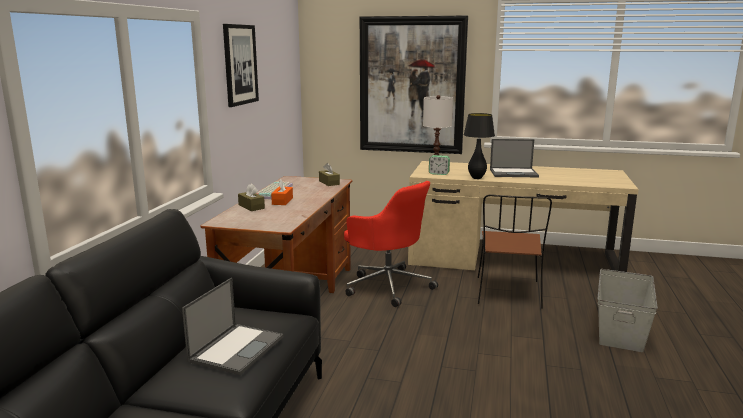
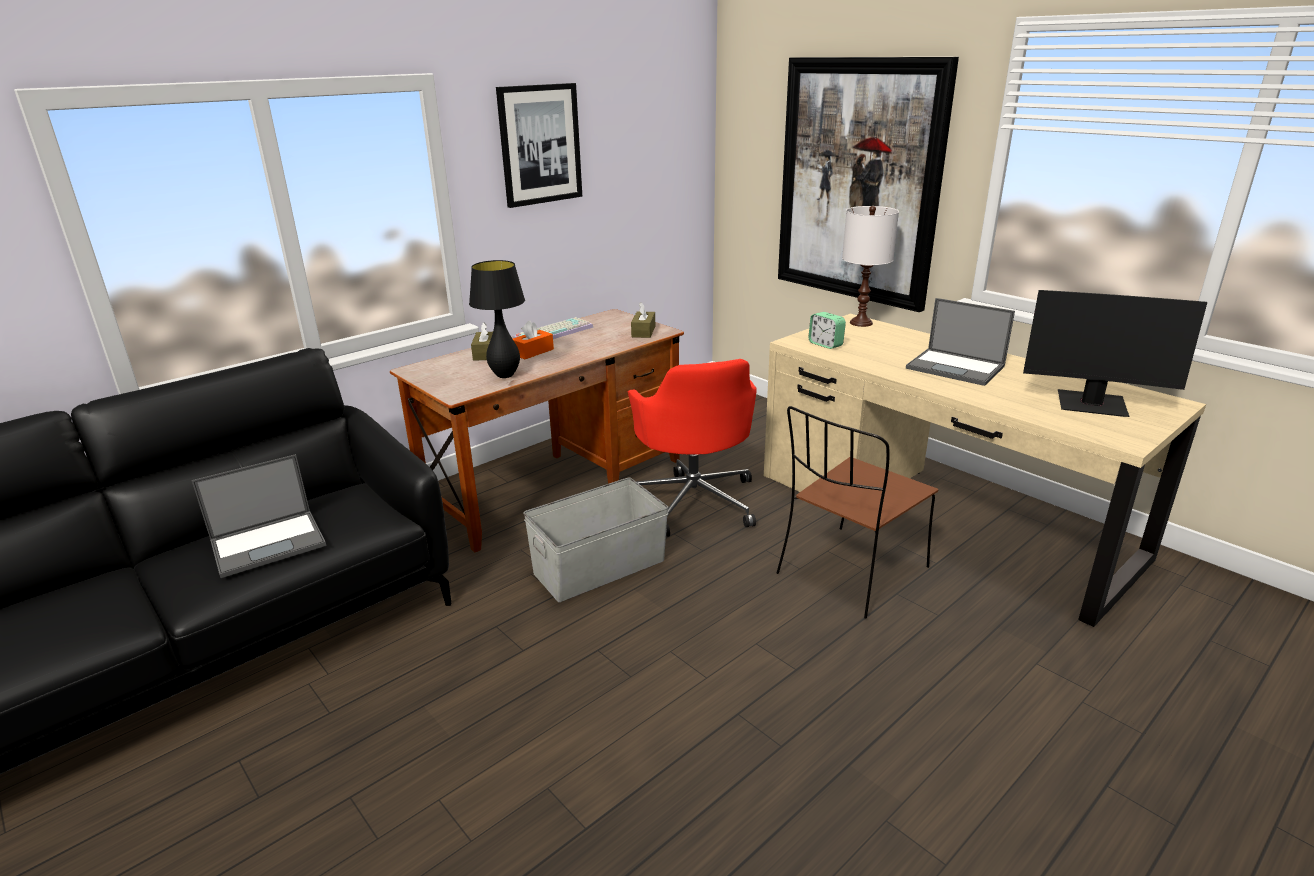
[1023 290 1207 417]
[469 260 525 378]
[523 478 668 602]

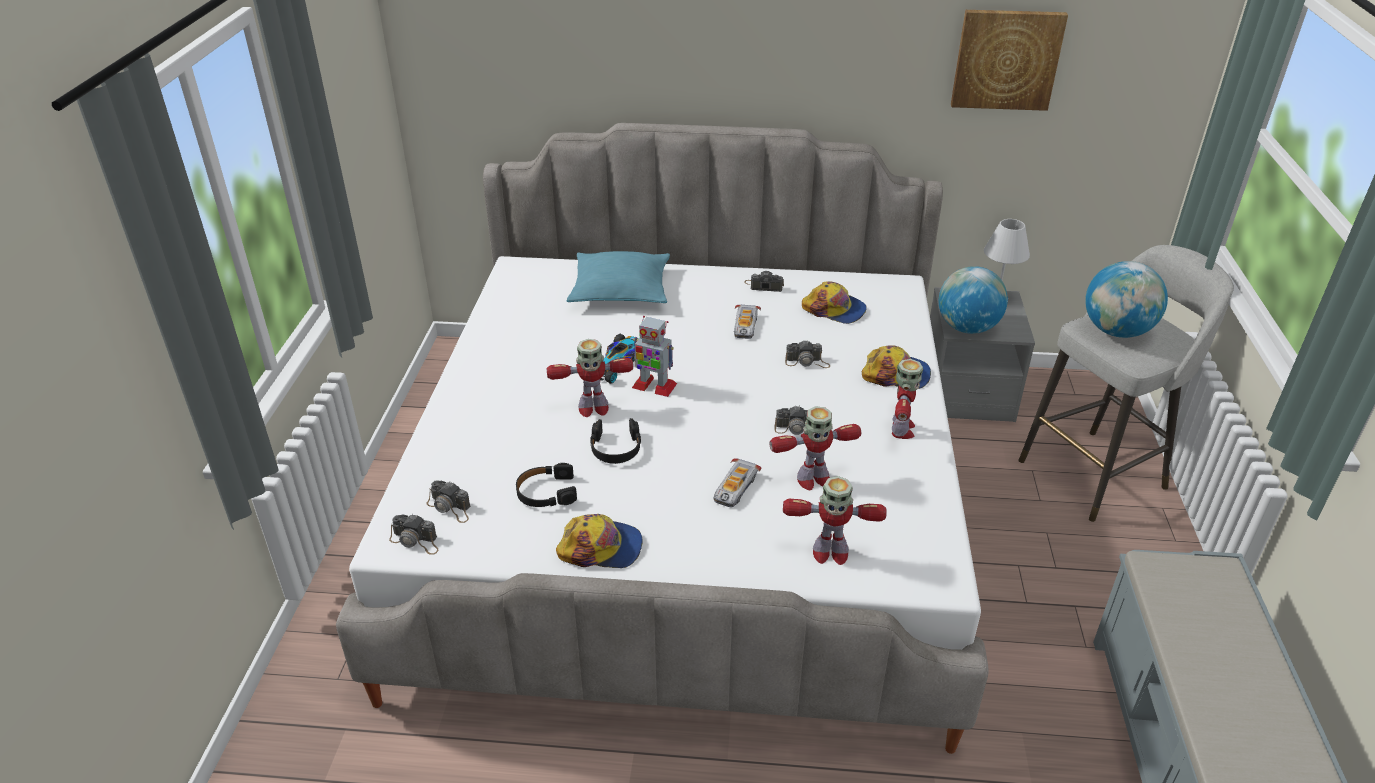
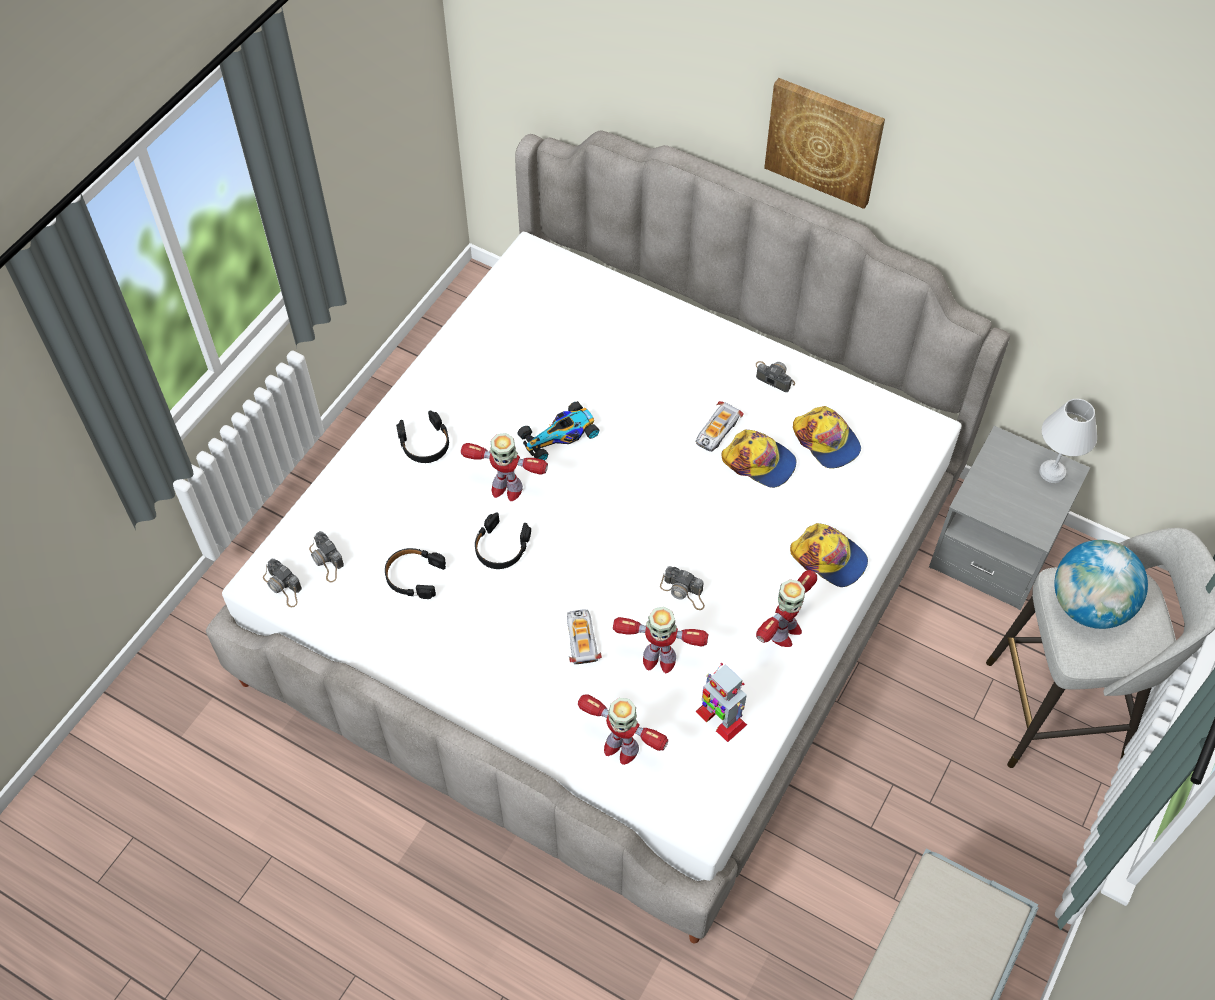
[567 251 670 303] (first image)
[785 340 830 368] (first image)
[939 266 1008 334] (first image)
[396 410 449 463]
[722 430 796 488]
[696 663 747 742]
[764 78 885 209]
[567 610 602 664]

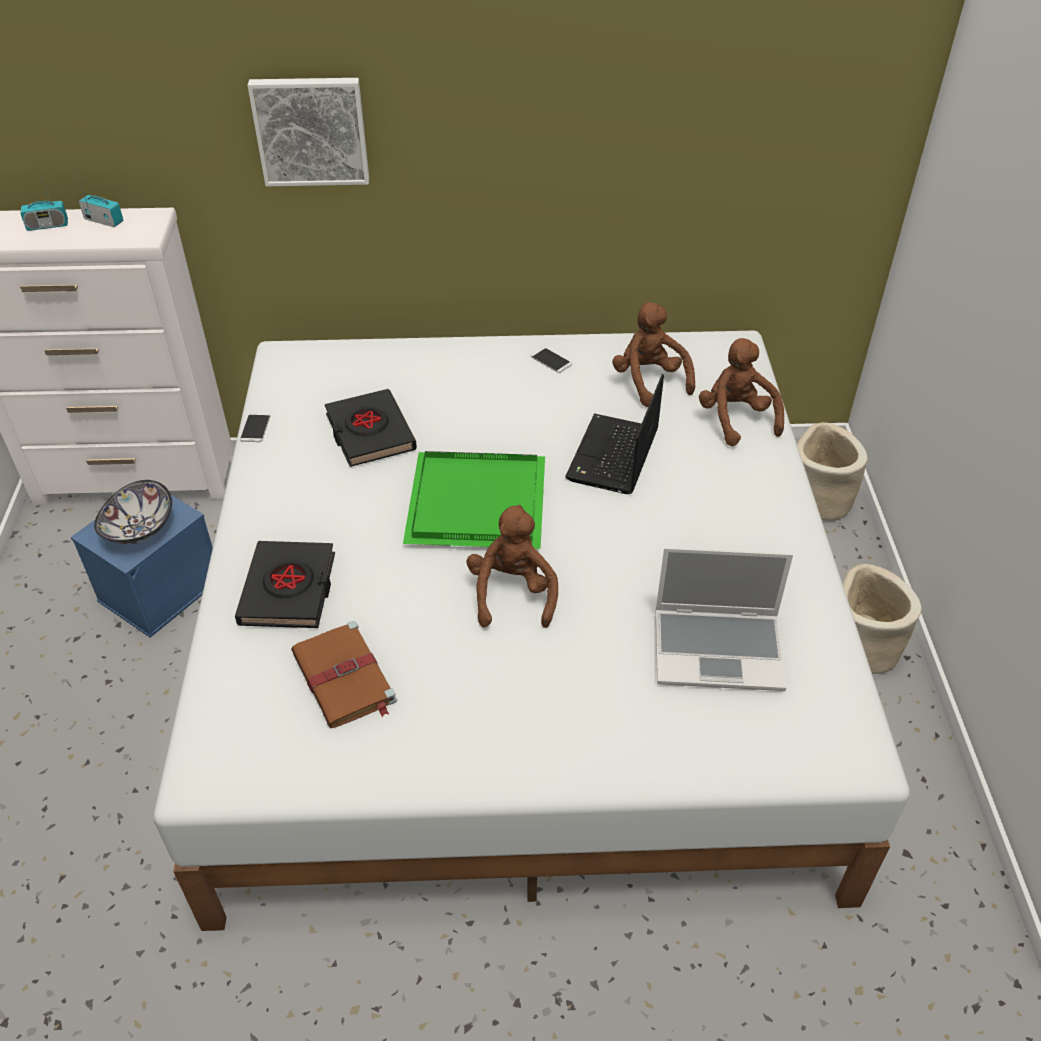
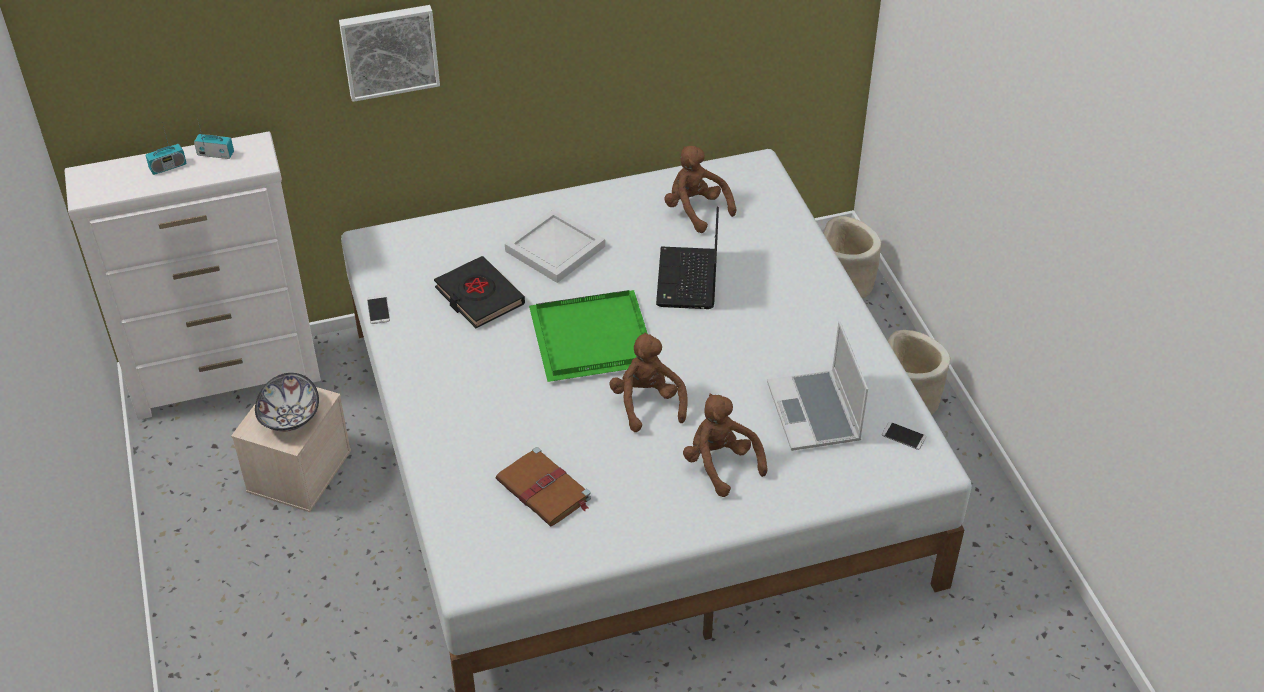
[235 541 335 628] (first image)
[505 209 605 283]
[882 422 926 450]
[683 393 767 497]
[231 375 351 512]
[767 321 868 451]

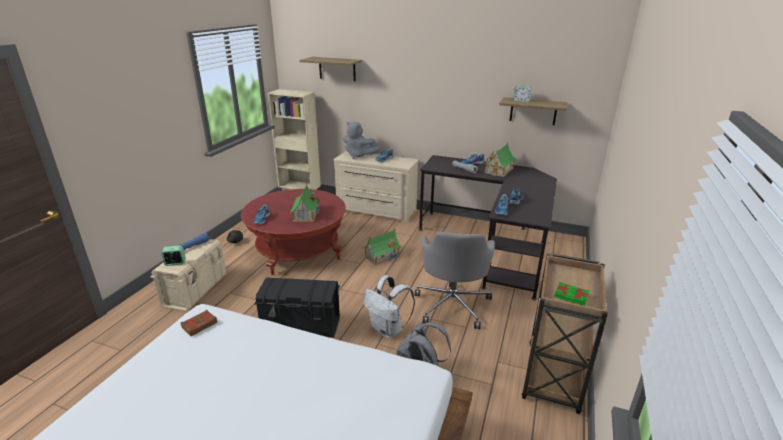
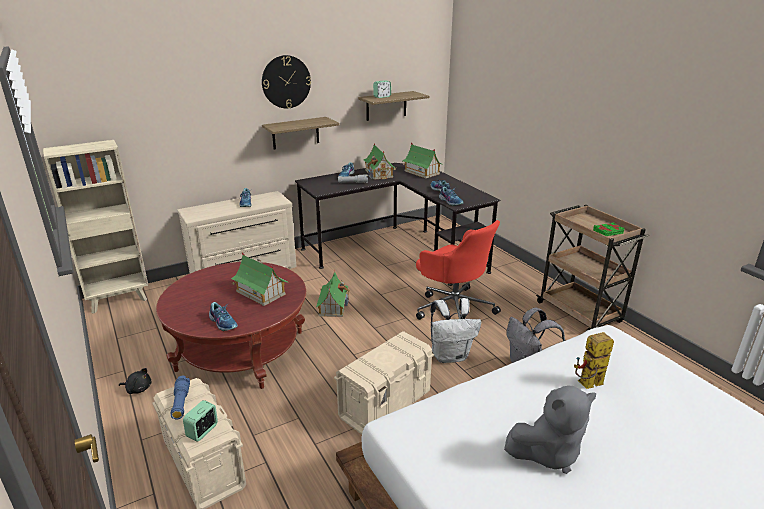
[181 310 217 336] (first image)
[262 55 311 108]
[402 142 443 178]
[574 332 614 389]
[262 117 339 149]
[504 386 596 474]
[334 331 434 435]
[416 220 501 320]

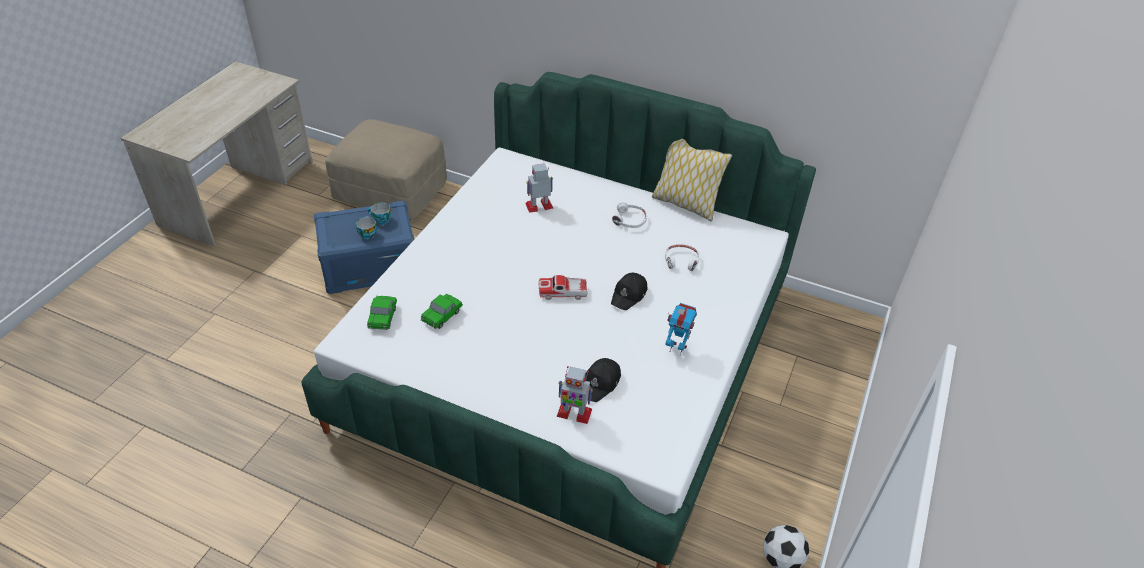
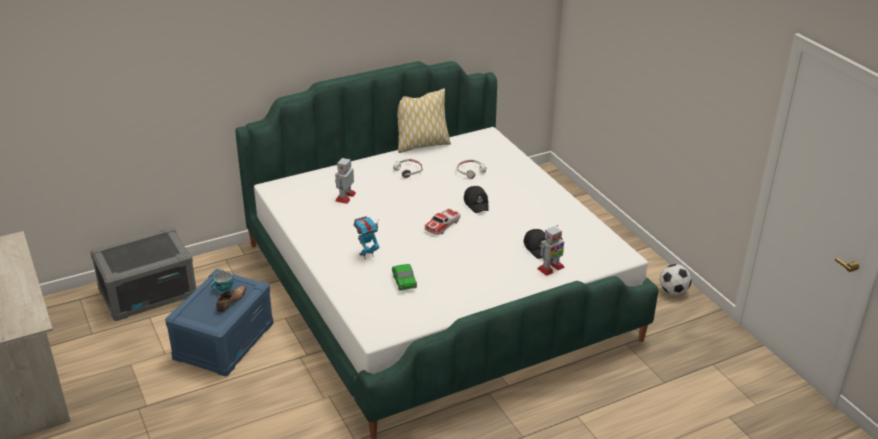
[367 296 397 330] (first image)
[354 216 379 259]
[90 227 197 321]
[216 286 247 313]

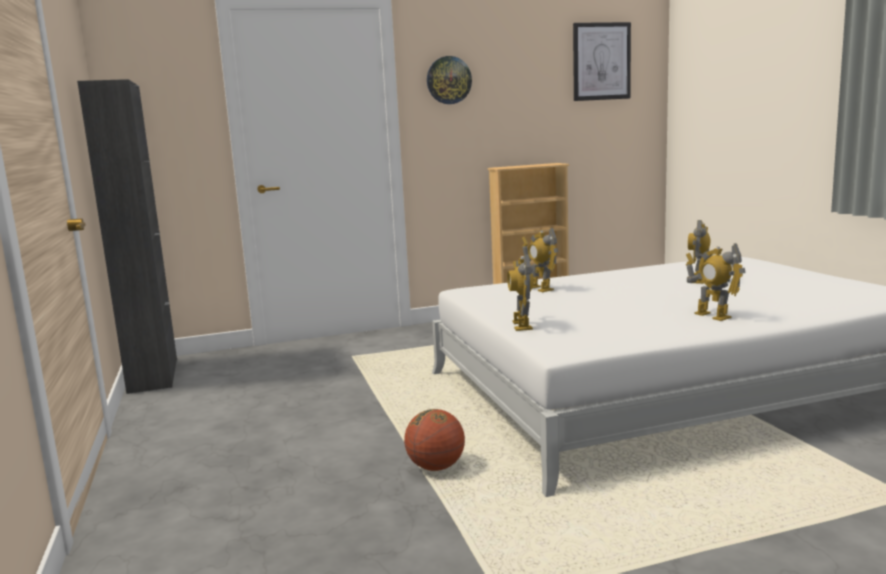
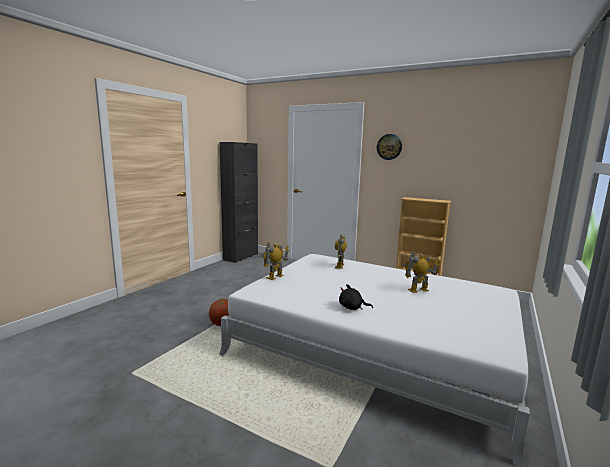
[573 22 631 101] (first image)
[339 284 373 310]

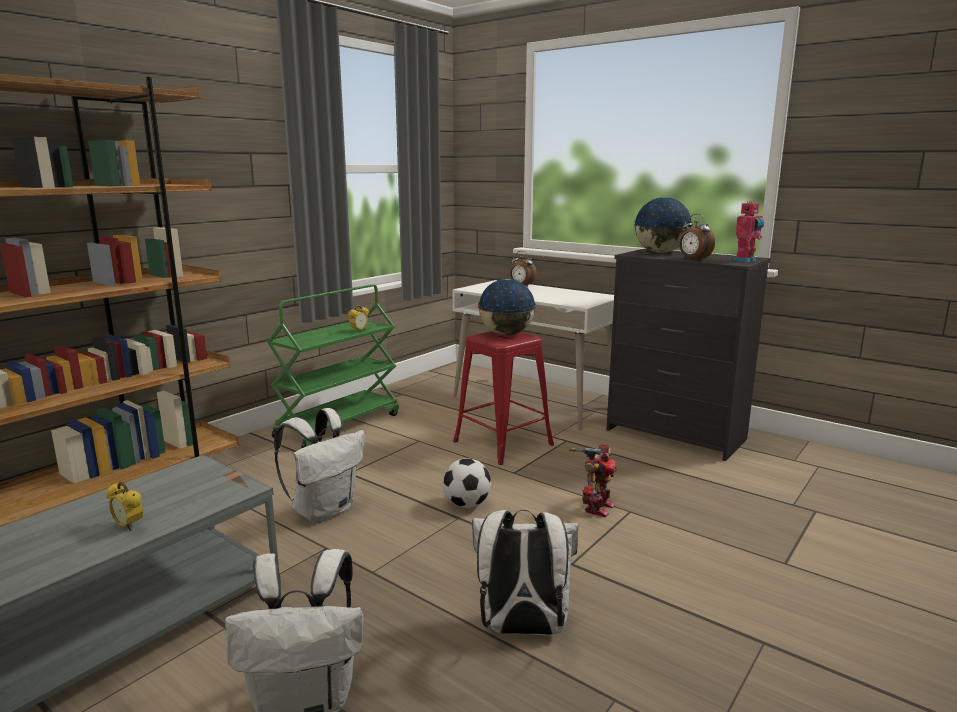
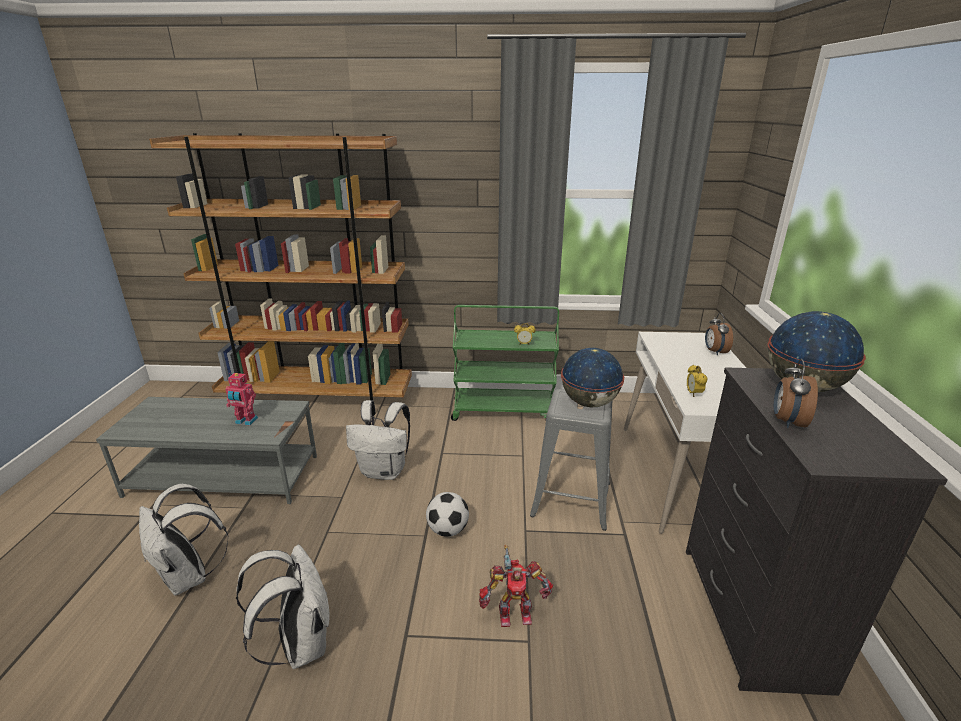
[687 365 708 397]
[226 373 258 425]
[530 389 613 531]

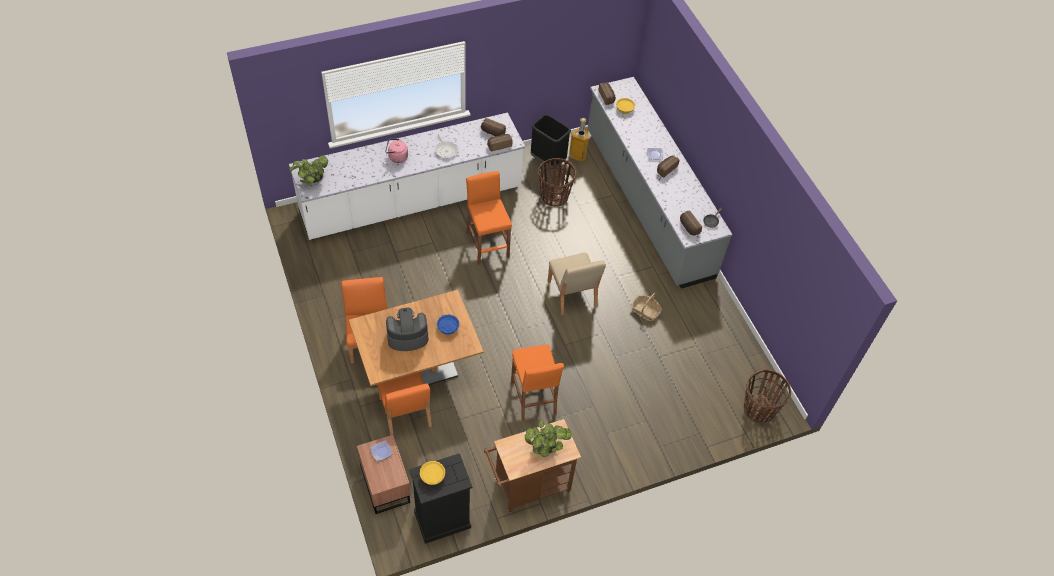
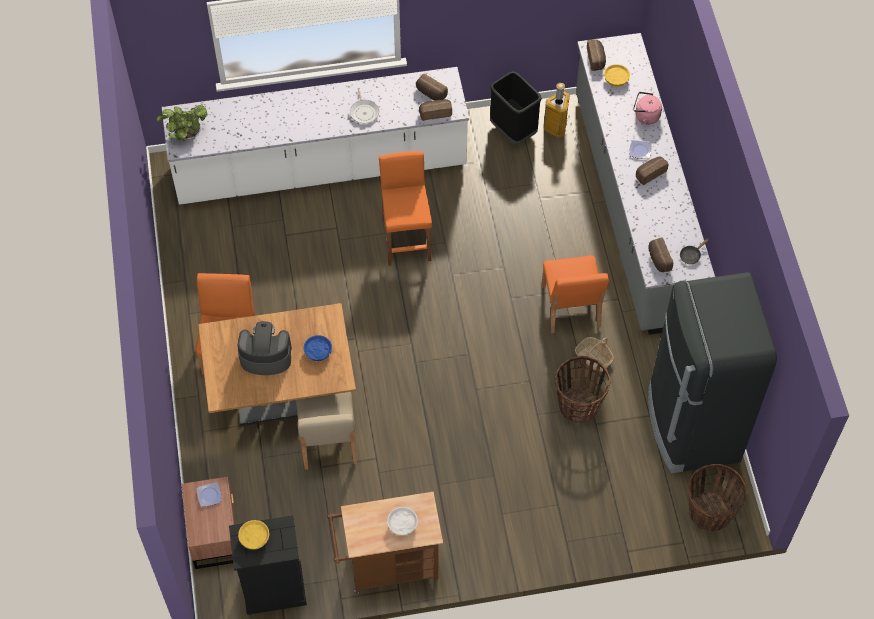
[511 345 564 422] (first image)
[648 272 777 473]
[542 255 609 333]
[633 92 662 125]
[555 356 611 423]
[296 392 357 470]
[387 507 418 536]

